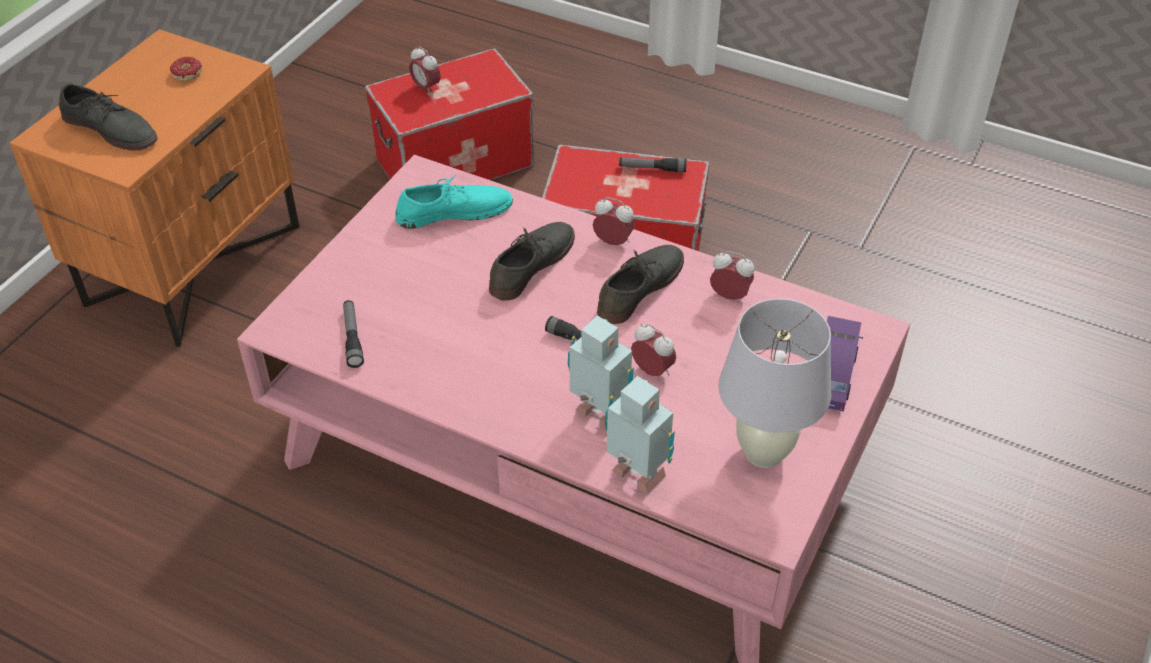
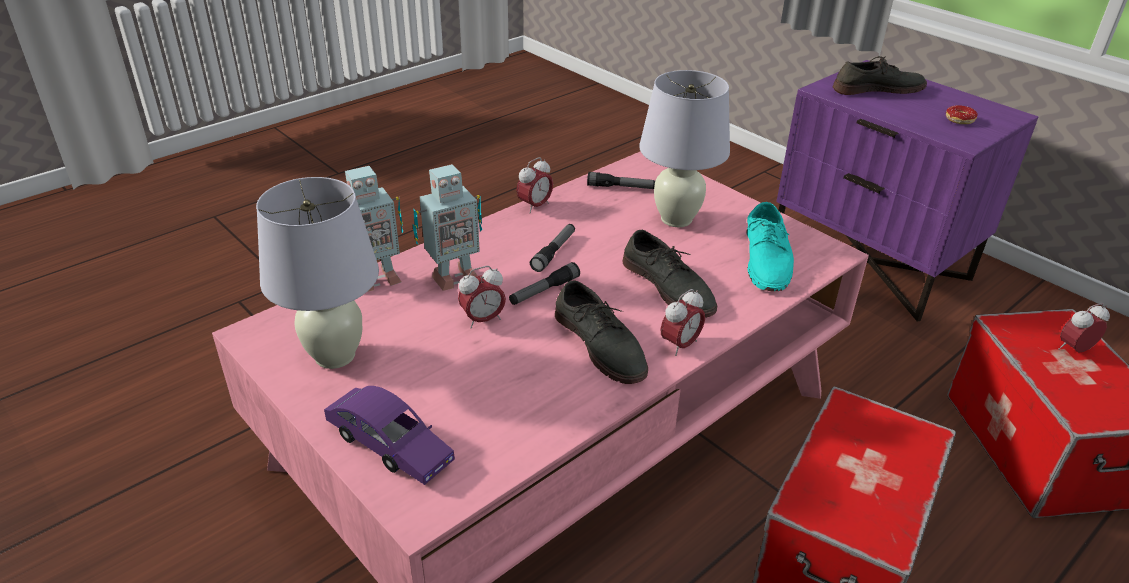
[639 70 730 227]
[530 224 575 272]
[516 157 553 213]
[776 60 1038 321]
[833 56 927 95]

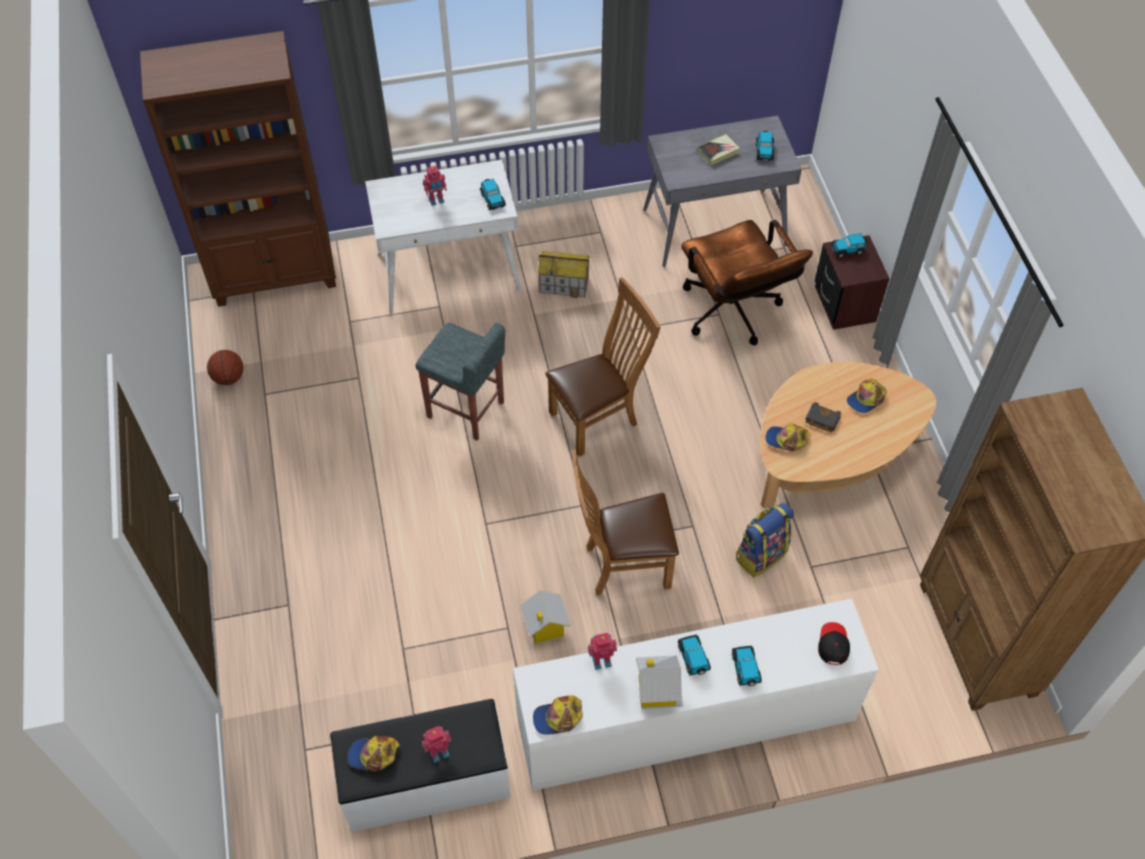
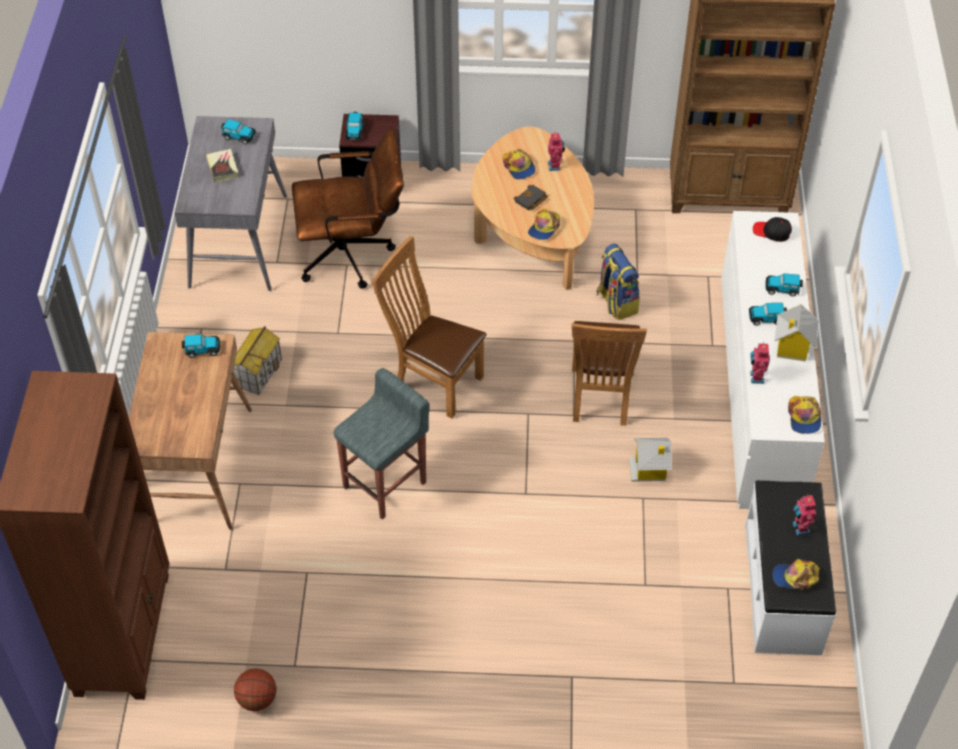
[548 133 565 171]
[128 332 252 530]
[773 559 820 590]
[372 236 487 418]

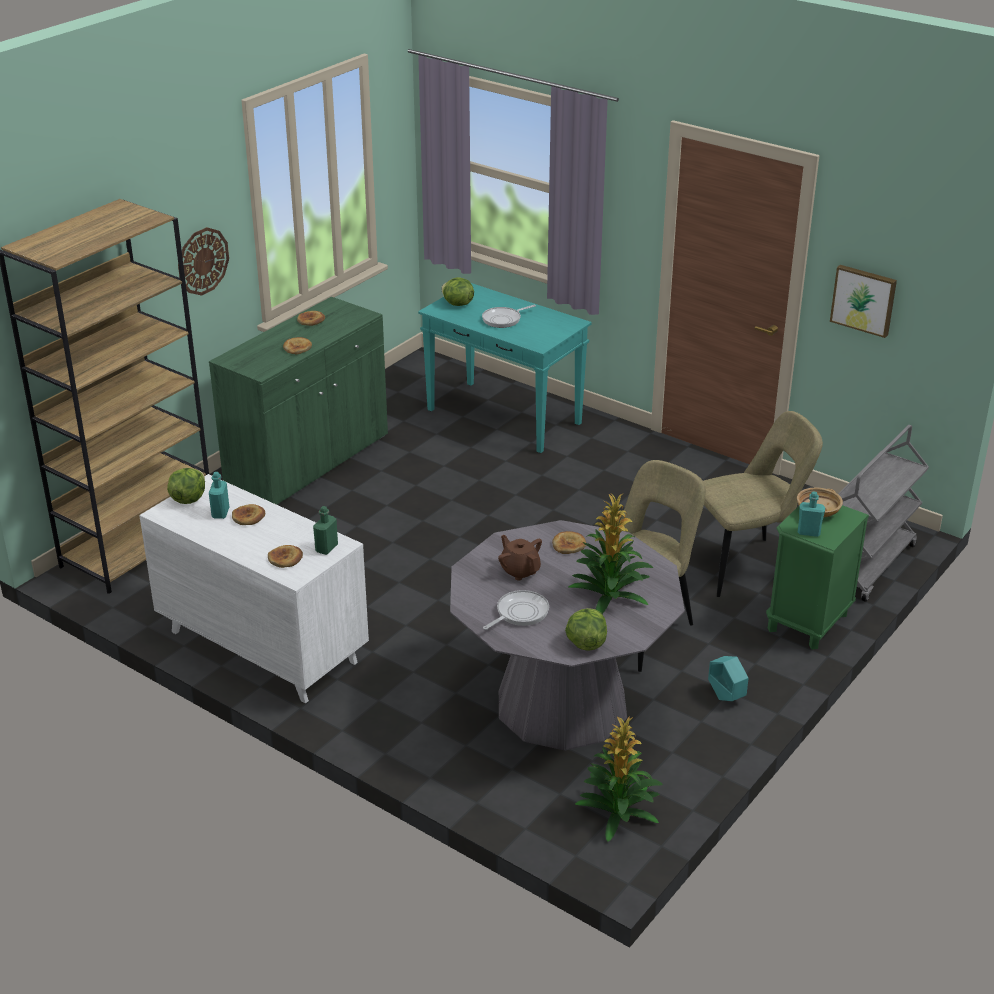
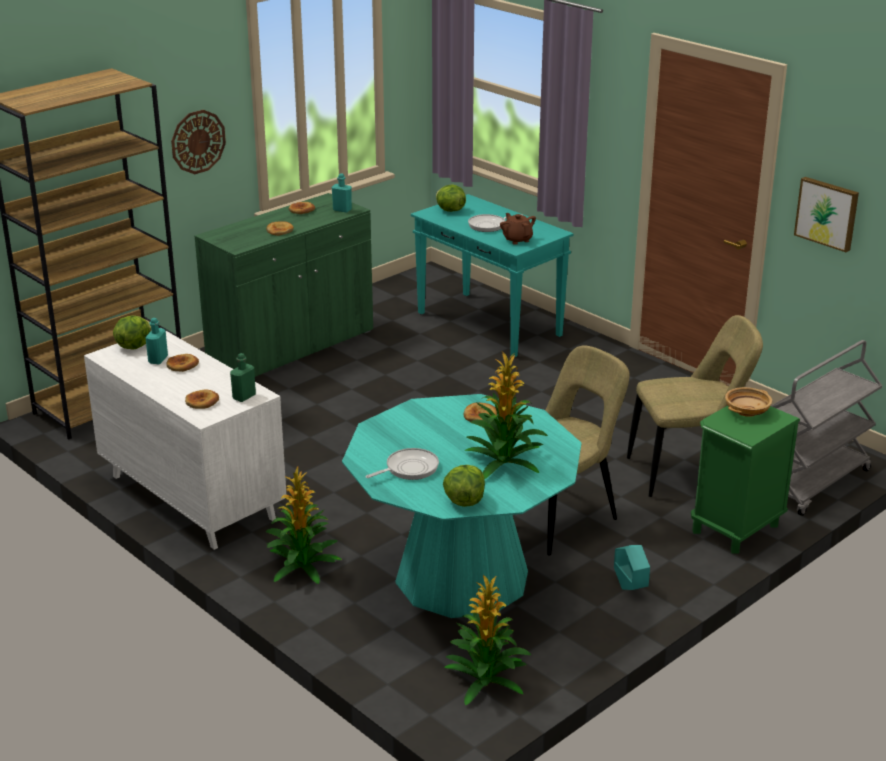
[265 467 342 584]
[500 213 536 245]
[332 173 352 212]
[342 394 581 618]

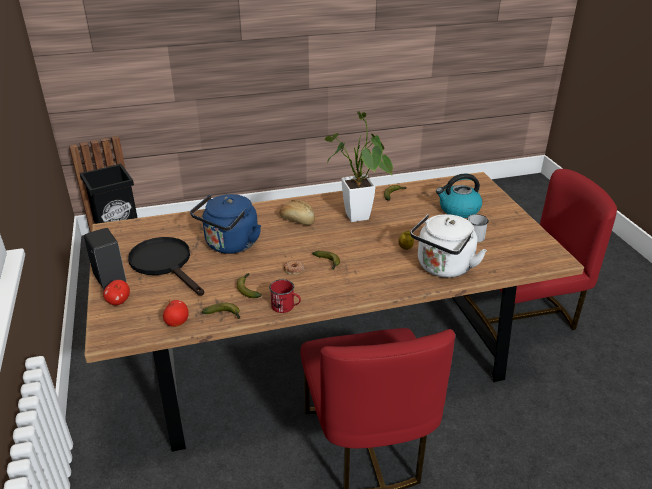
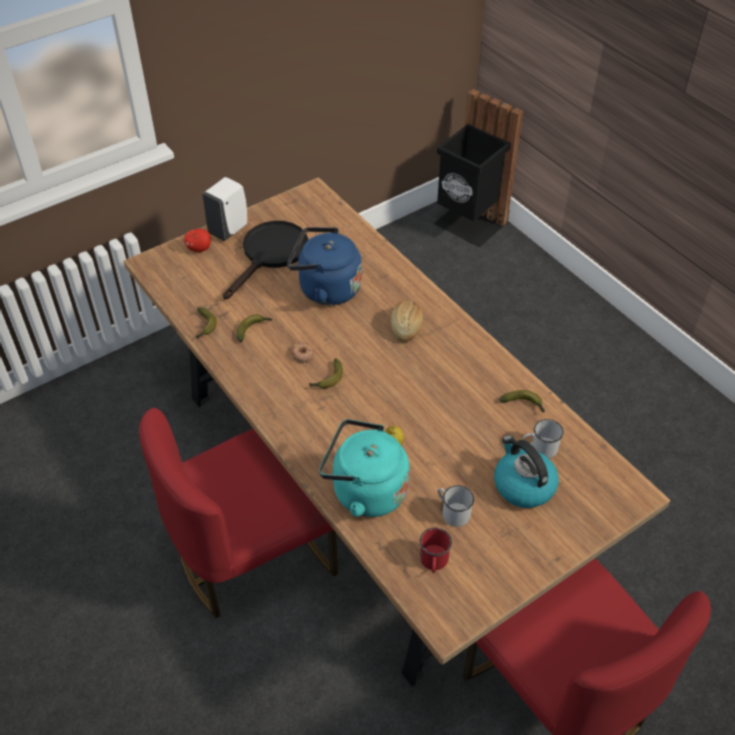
[163 299 189 327] (first image)
[325 111 393 222] (first image)
[523 419 564 458]
[420 528 452 573]
[202 177 247 241]
[319 419 409 517]

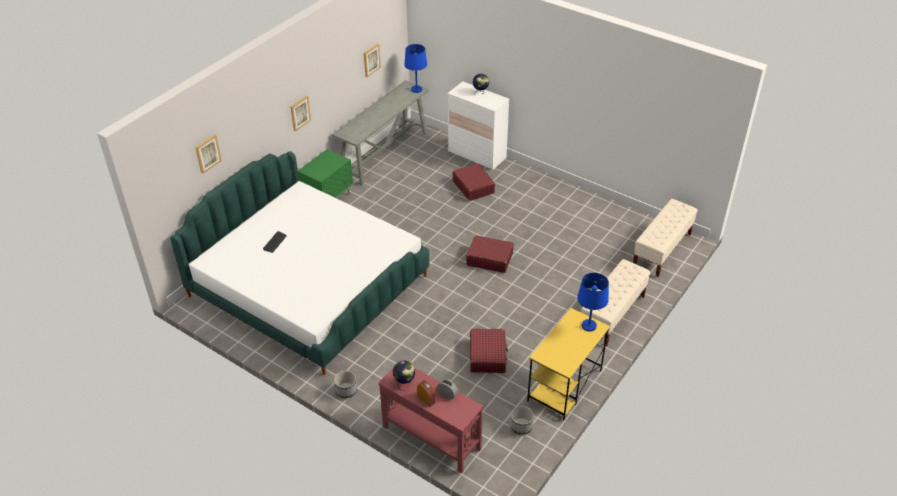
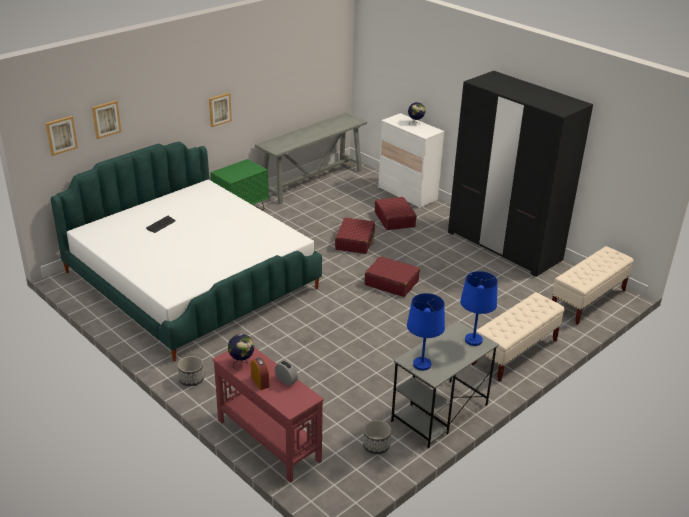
[448 71 593 277]
[45 116 78 156]
[407 293 445 371]
[335 218 375 254]
[391 321 499 448]

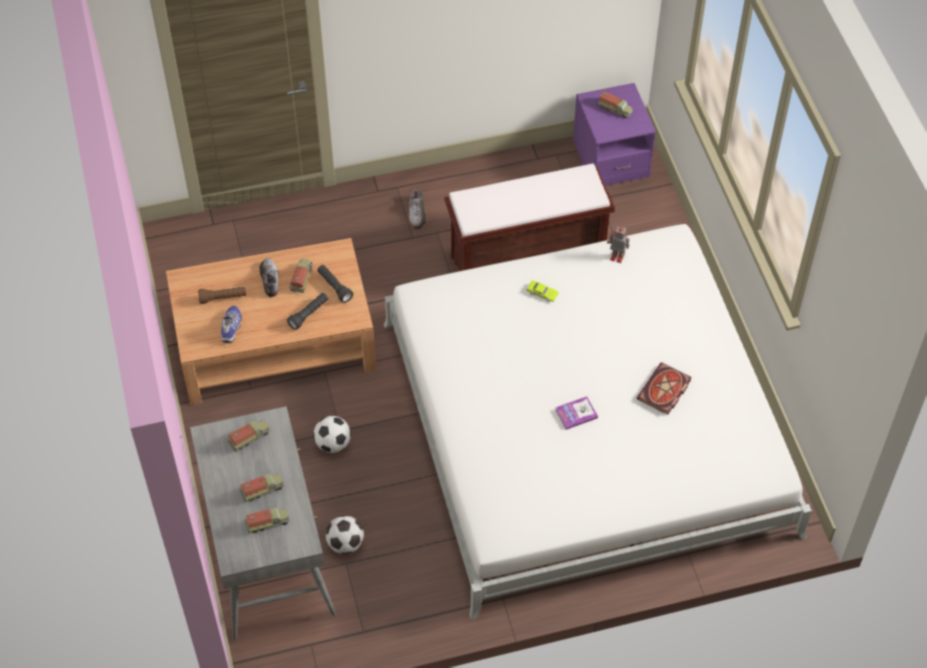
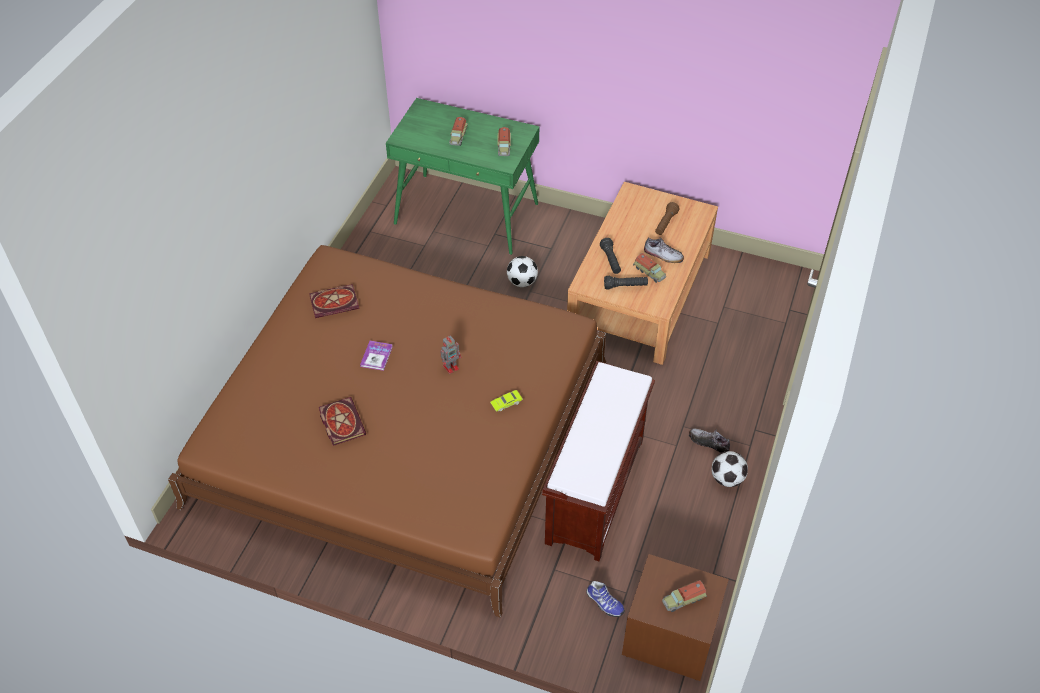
[245 508 290 534] (first image)
[309 284 359 318]
[586 581 625 617]
[712 451 748 487]
[440 335 461 374]
[386 98 540 255]
[168 245 606 618]
[622 554 729 681]

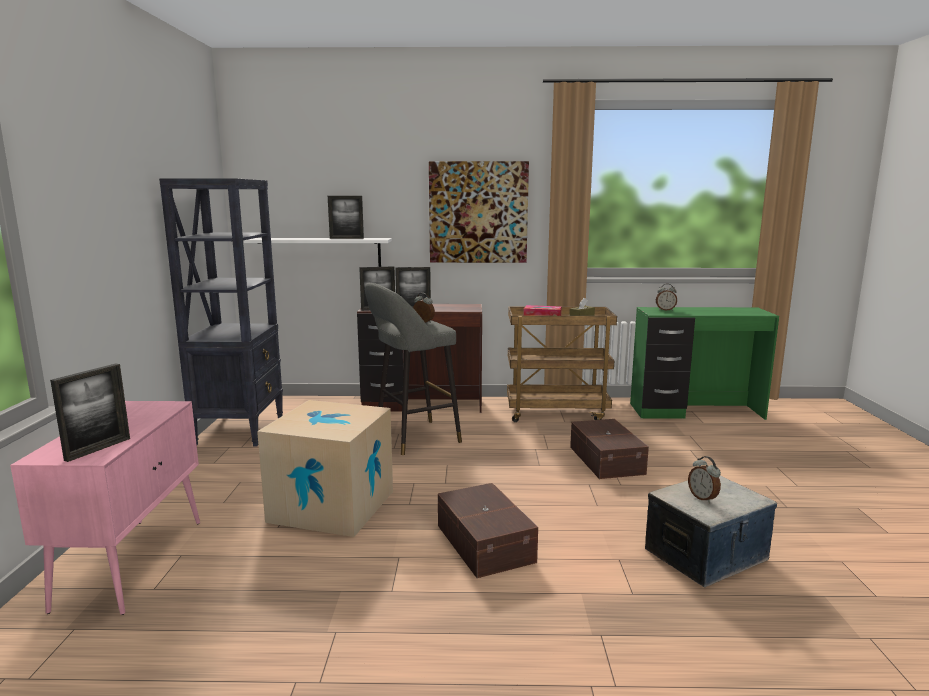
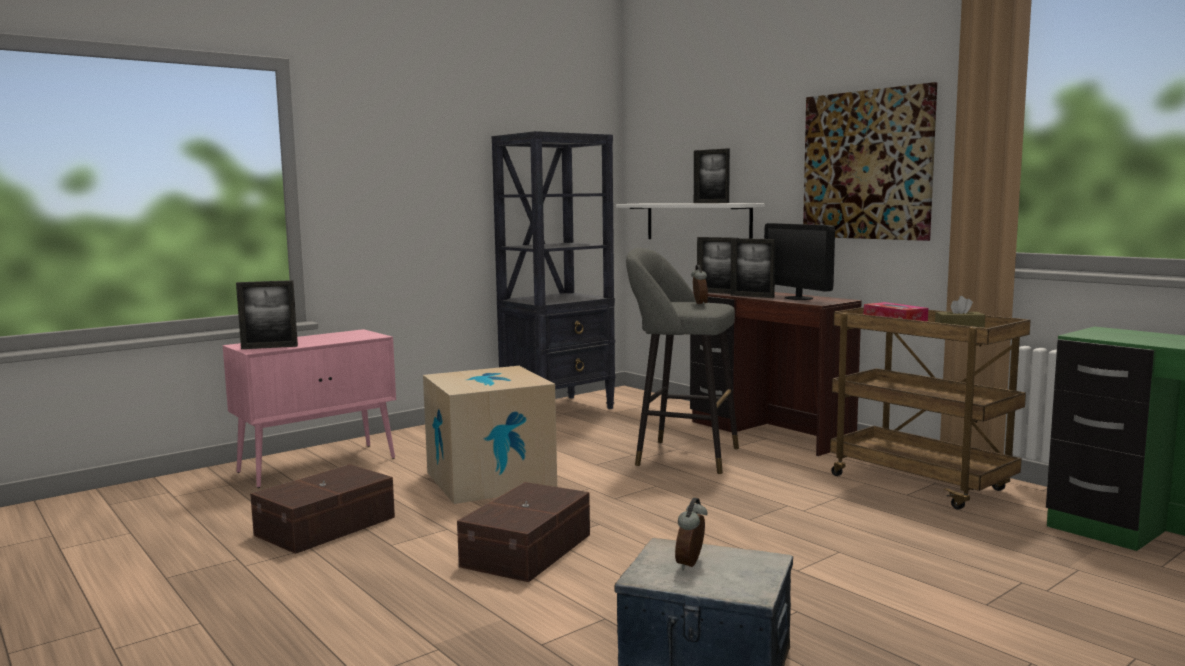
[656 284 677 311] (first image)
[764 223 835 300]
[250 464 395 554]

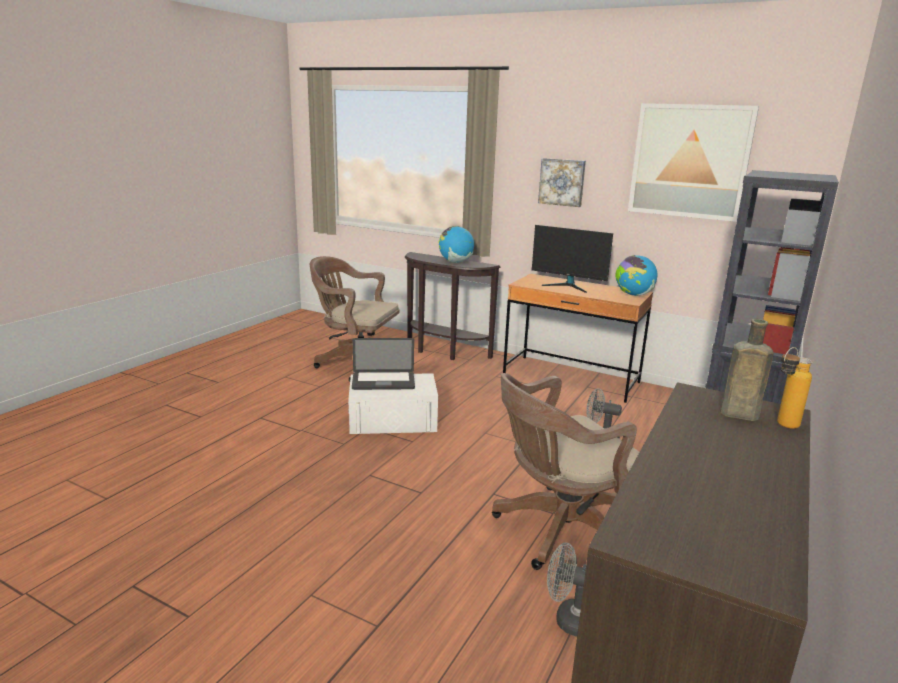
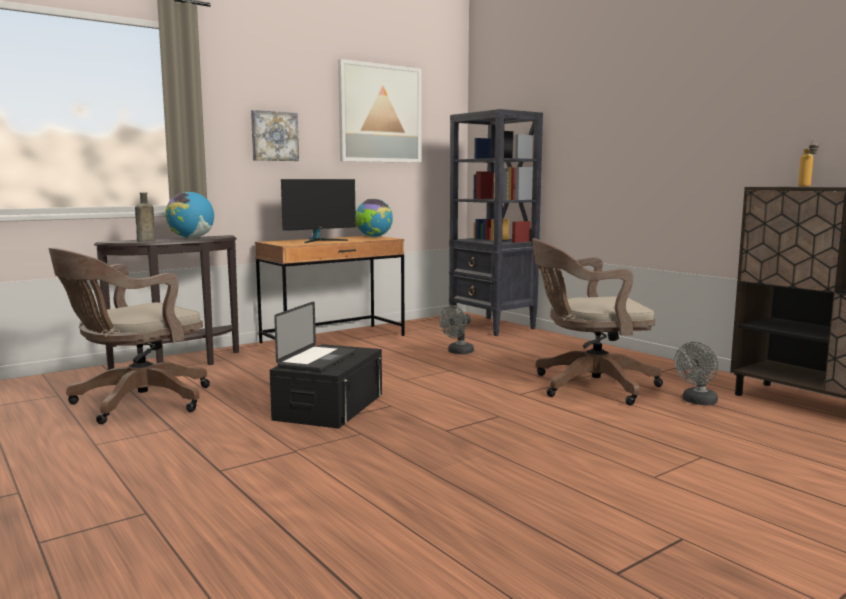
[135 192 155 242]
[270 344 382 429]
[532 238 663 406]

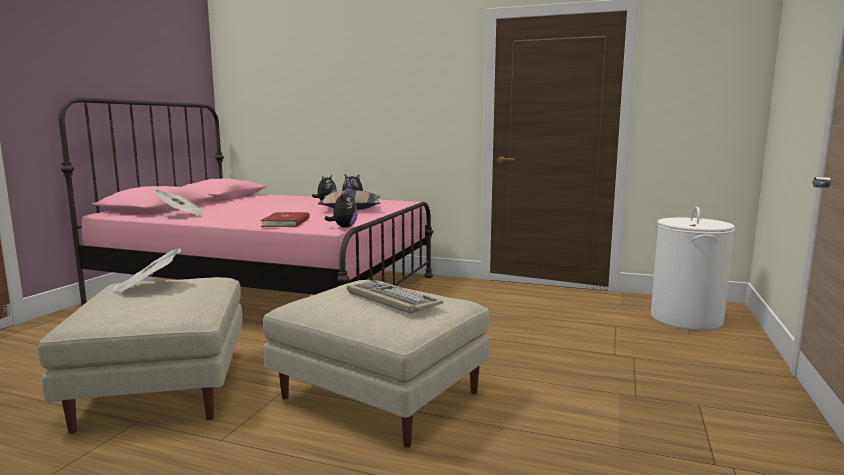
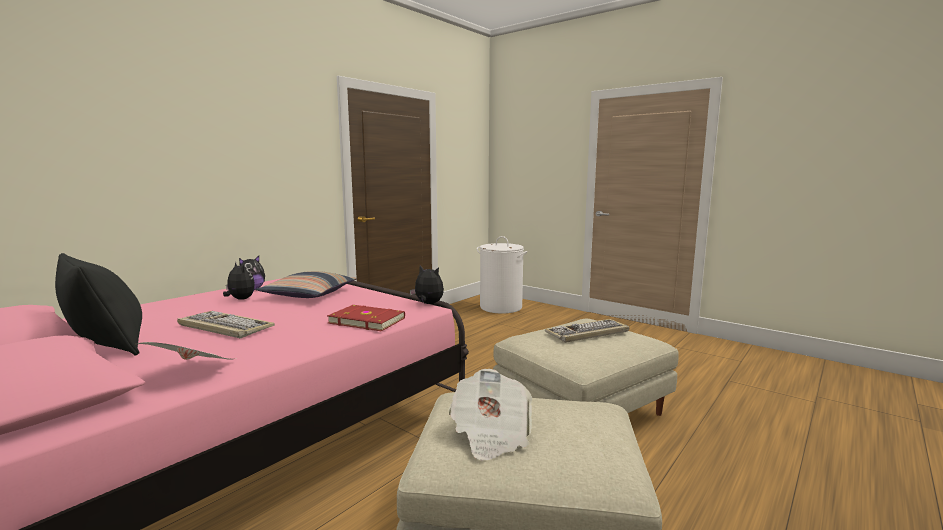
[55 253 142 356]
[177 311 275 338]

